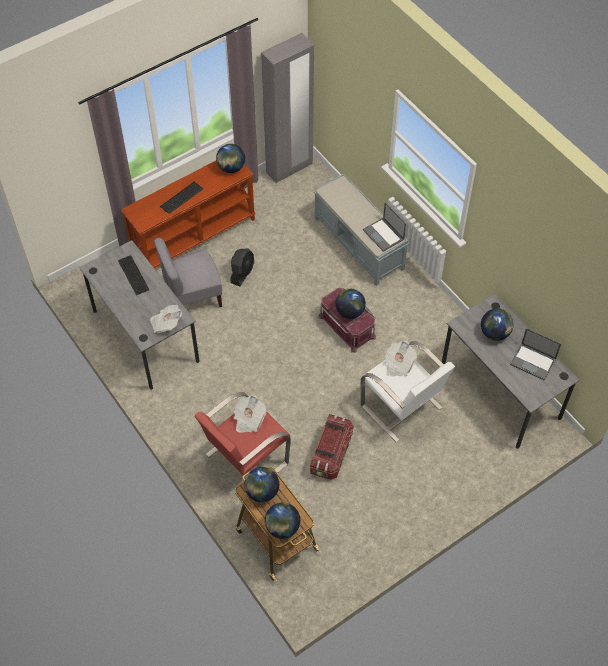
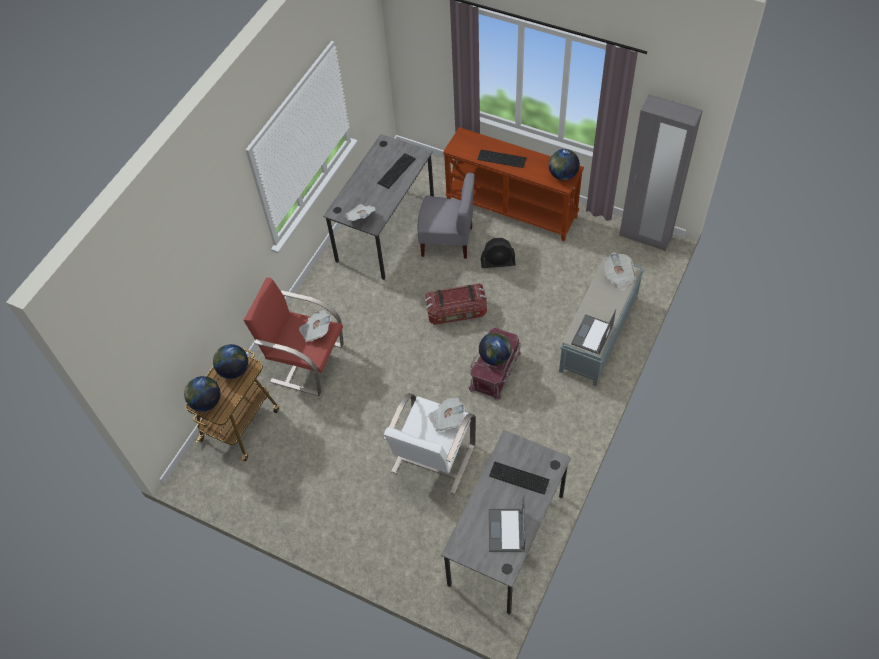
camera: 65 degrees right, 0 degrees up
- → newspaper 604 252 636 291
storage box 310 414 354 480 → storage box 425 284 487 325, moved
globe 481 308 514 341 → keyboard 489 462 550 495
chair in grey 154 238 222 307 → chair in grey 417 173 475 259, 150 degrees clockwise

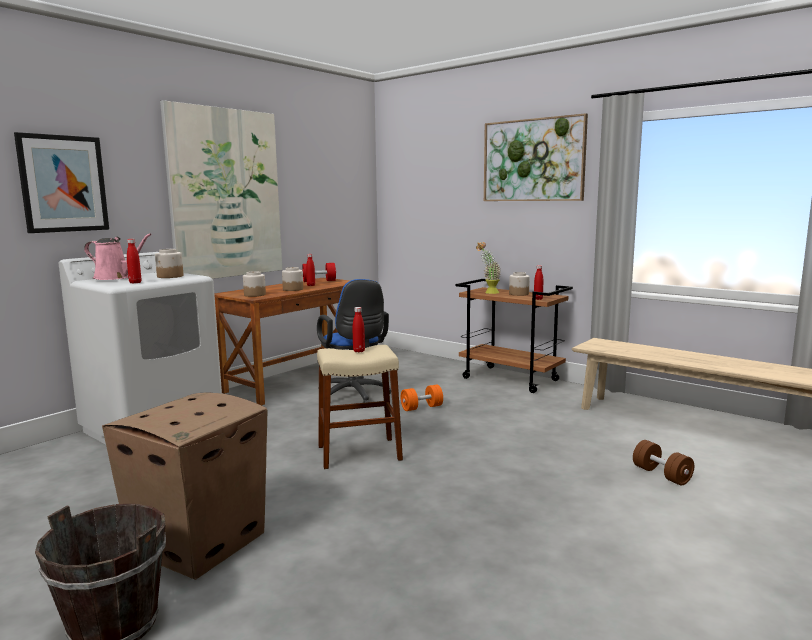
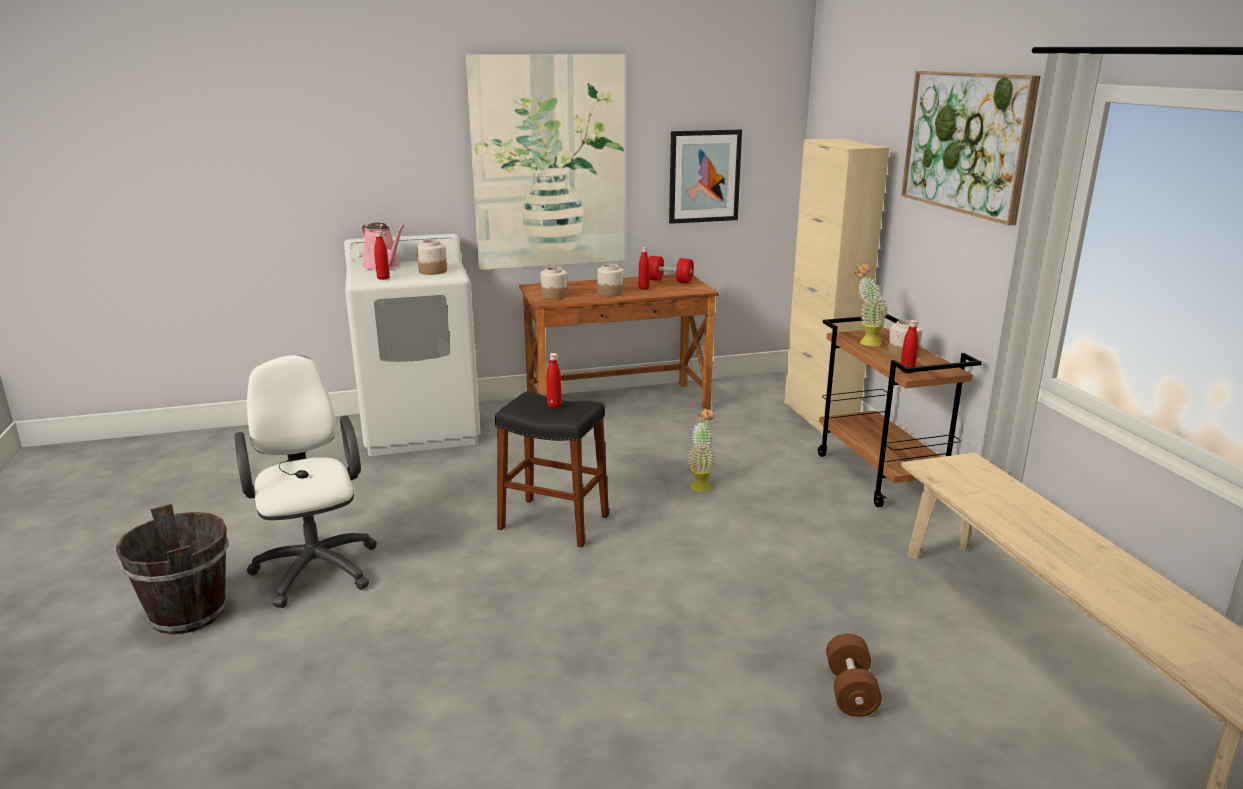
camera: 35 degrees right, 10 degrees up
office chair in blue 317 279 391 403 → -
- → cabinet in beige 784 139 889 435
picture 14 132 109 233 → picture 669 129 742 224, moved
cardboard box 102 393 268 580 → office chair in white 234 355 377 608
dumbbell in orange 401 384 443 411 → potted plant 688 408 715 492
stool in beige 317 345 403 469 → stool in black 495 391 609 547

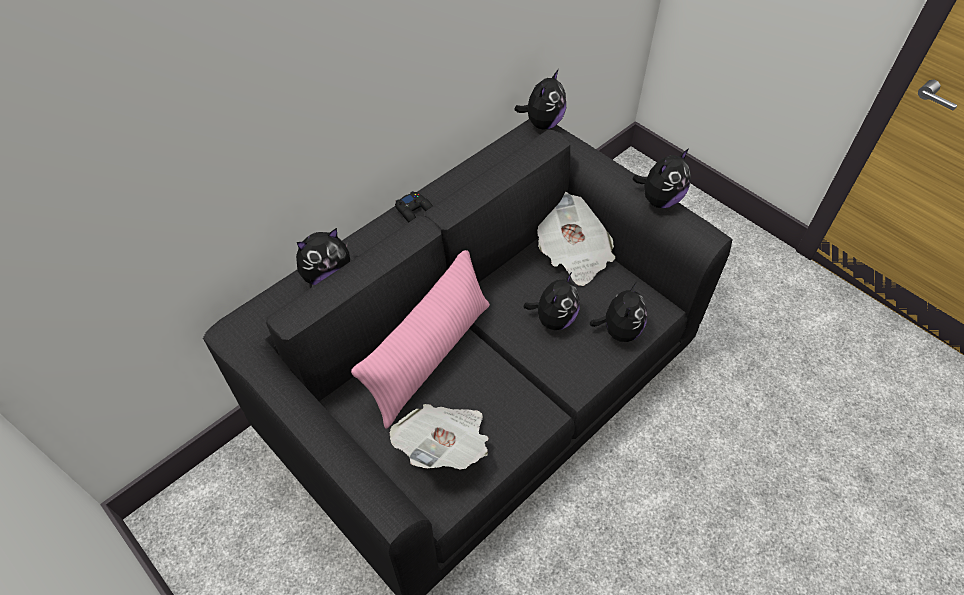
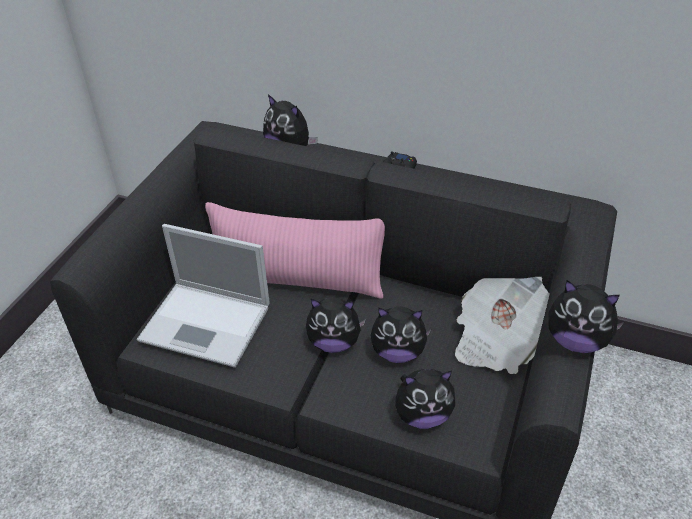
camera: 65 degrees right, 10 degrees down
plush toy 514 69 566 130 → plush toy 306 297 366 353, moved
newspaper 390 404 489 470 → laptop 137 224 270 368

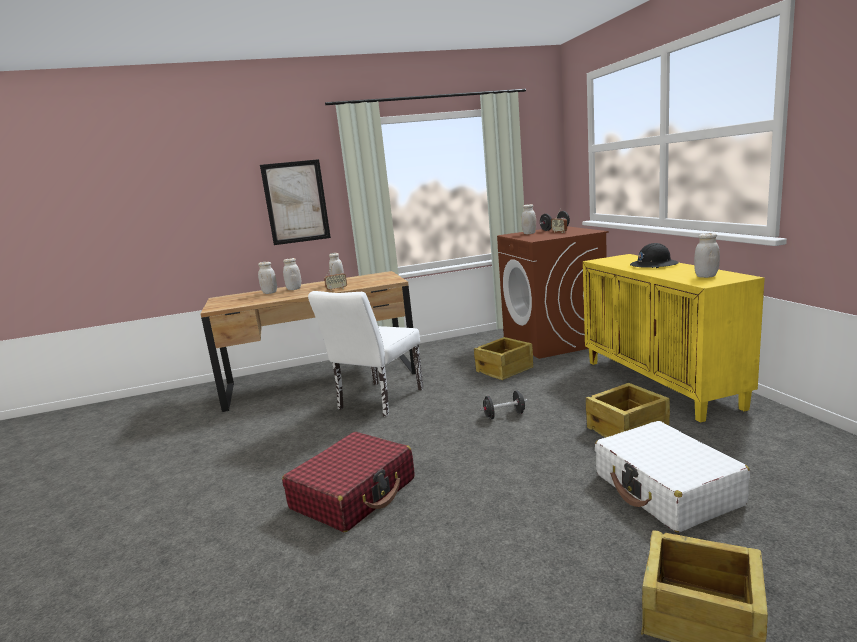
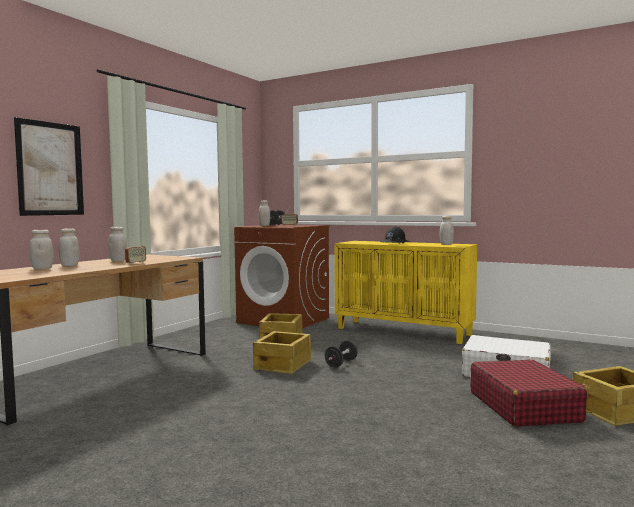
camera: 45 degrees left, 10 degrees down
chair in white 308 291 424 417 → -
suitcase in red 282 432 415 532 → suitcase in red 470 359 588 427, moved
crate 586 383 670 438 → crate 253 331 311 374, moved

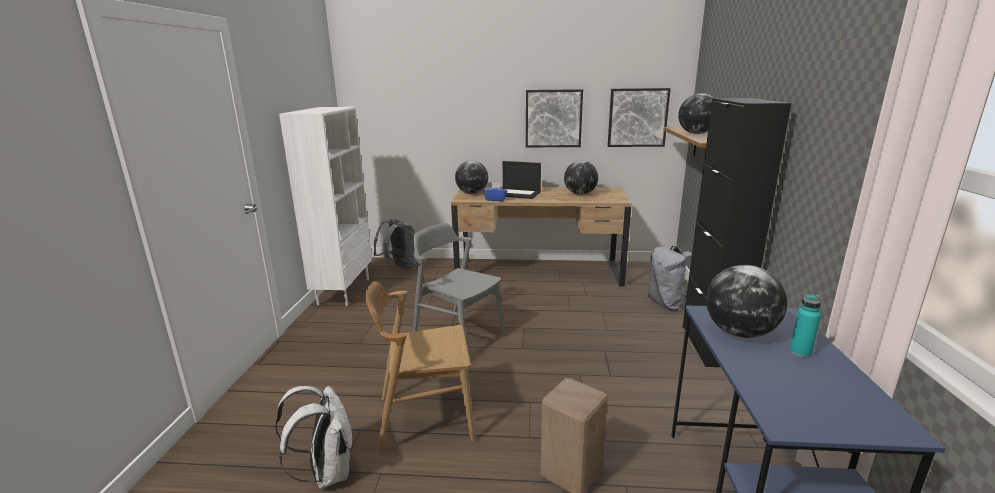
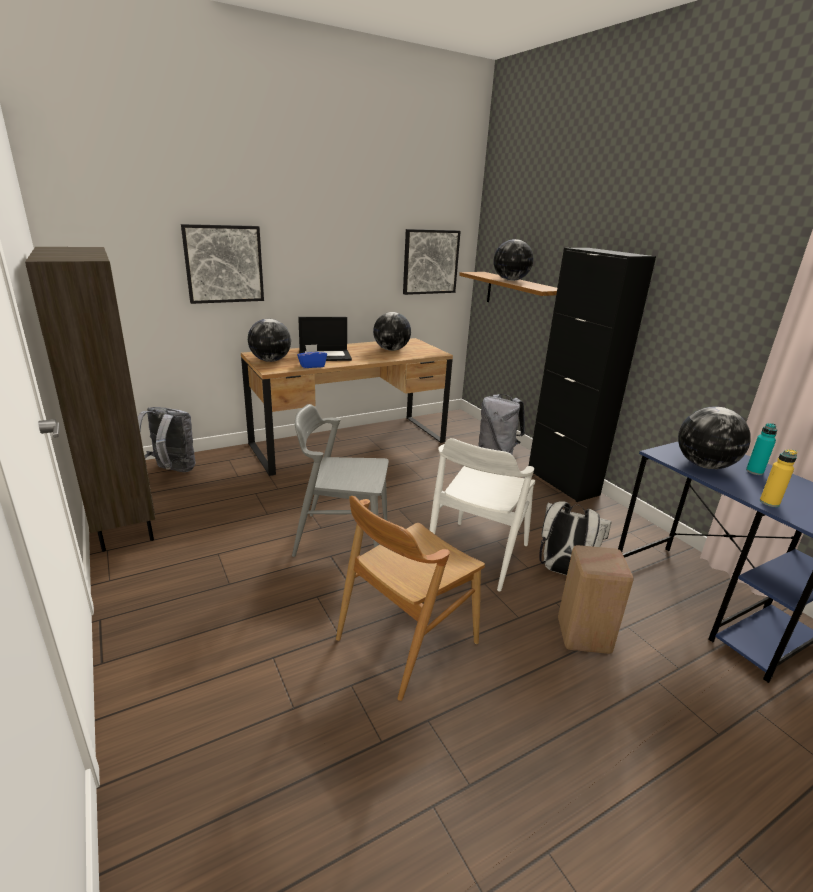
camera: 35 degrees left, 5 degrees up
- → chair in white 430 438 535 592
- → bottle in yellow 760 449 798 507
backpack in white 275 386 352 489 → backpack in white 539 502 612 575, moved
picture 526 89 583 147 → picture 181 224 264 304, moved
bookcase in white 279 107 372 306 → bookcase in brown 25 247 155 552

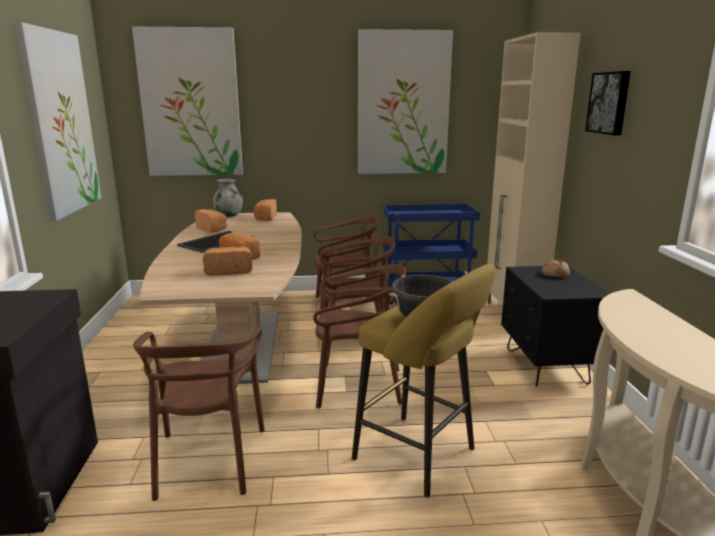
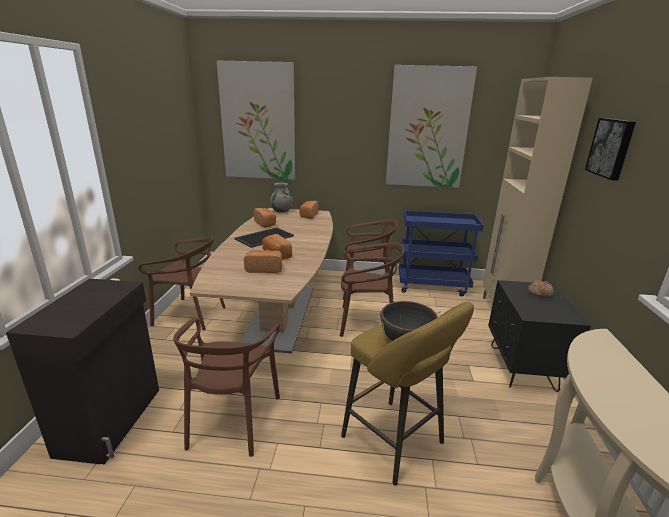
camera: 10 degrees right, 5 degrees up
picture 15 22 101 221 → -
chair in brown 313 264 406 408 → chair in brown 138 237 226 330, moved

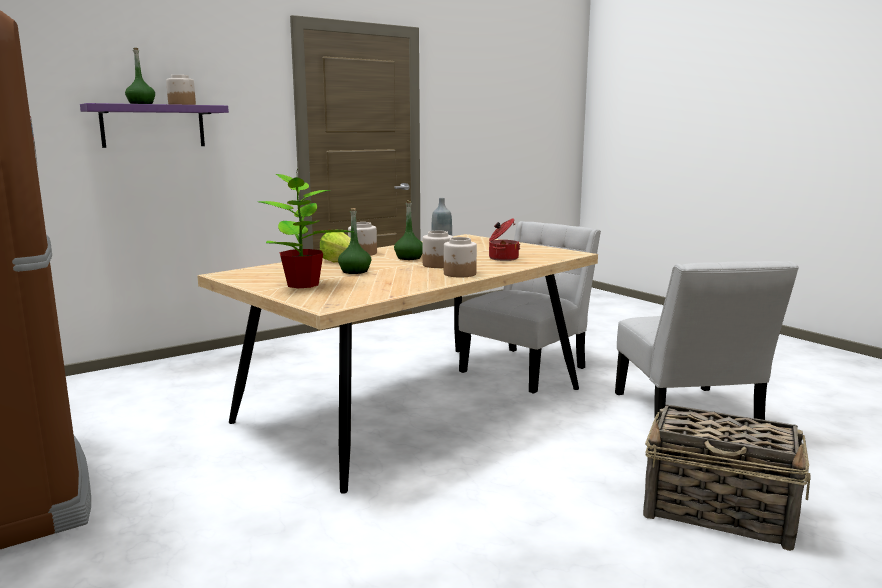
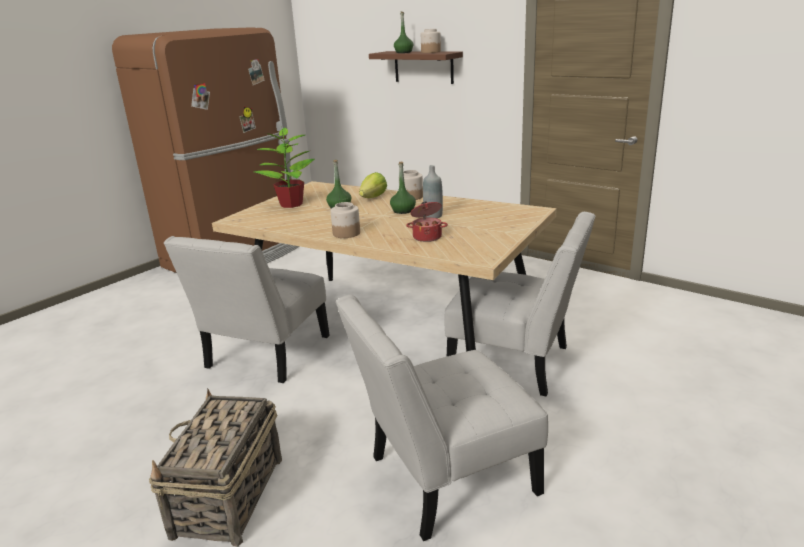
camera: 75 degrees right, 10 degrees up
jar 422 231 453 268 → -
- → chair in white 164 236 330 383
shelf in purple 80 103 229 148 → shelf in brown 369 51 463 84

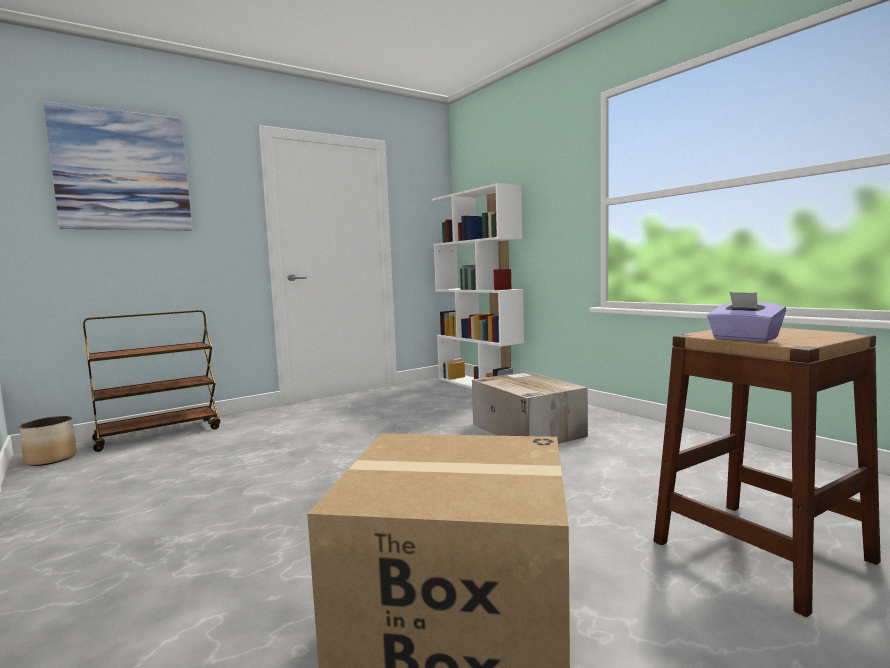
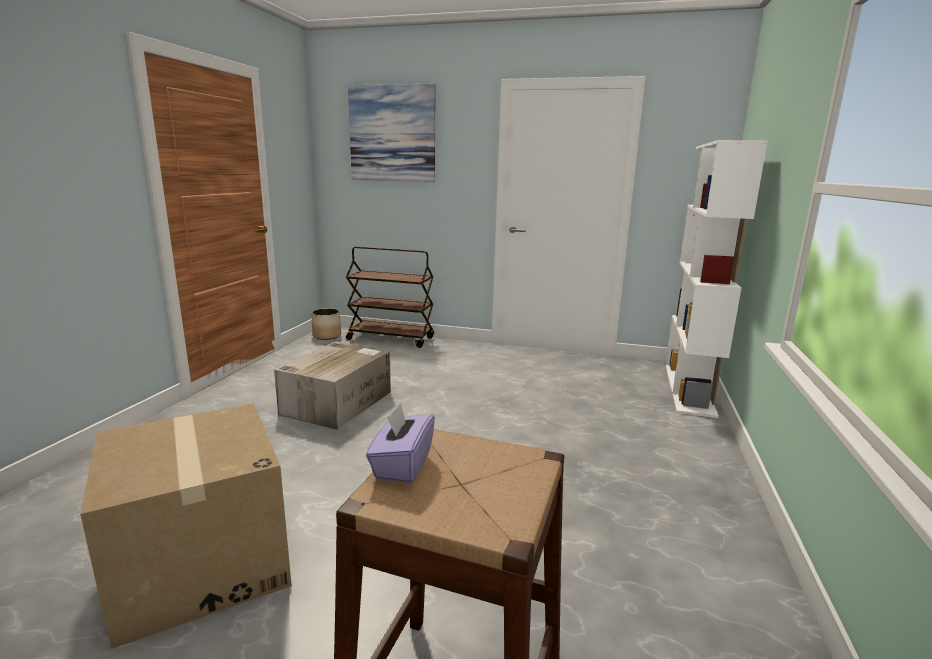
camera: 50 degrees right, 10 degrees up
cardboard box 472 371 588 444 → cardboard box 274 341 391 430, moved

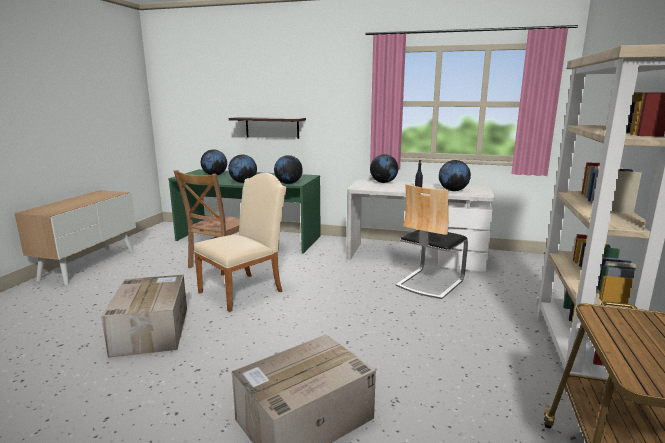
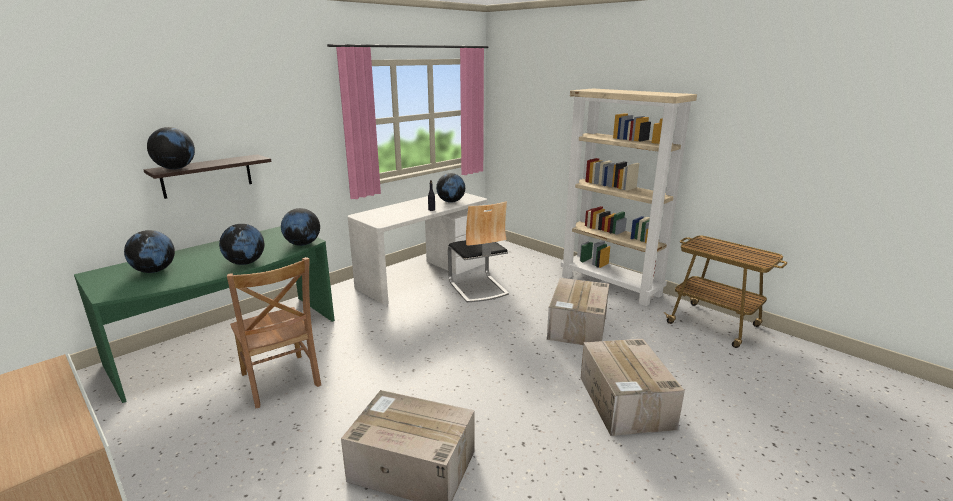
camera: 60 degrees left, 5 degrees up
chair in beige 194 173 287 312 → -
- → cardboard box 547 278 609 345
globe 370 154 398 183 → globe 147 127 195 169, moved

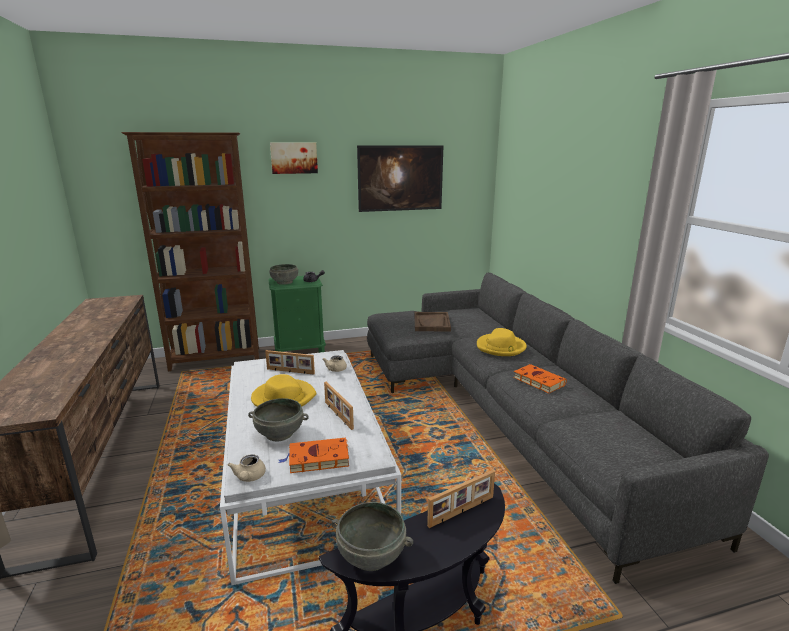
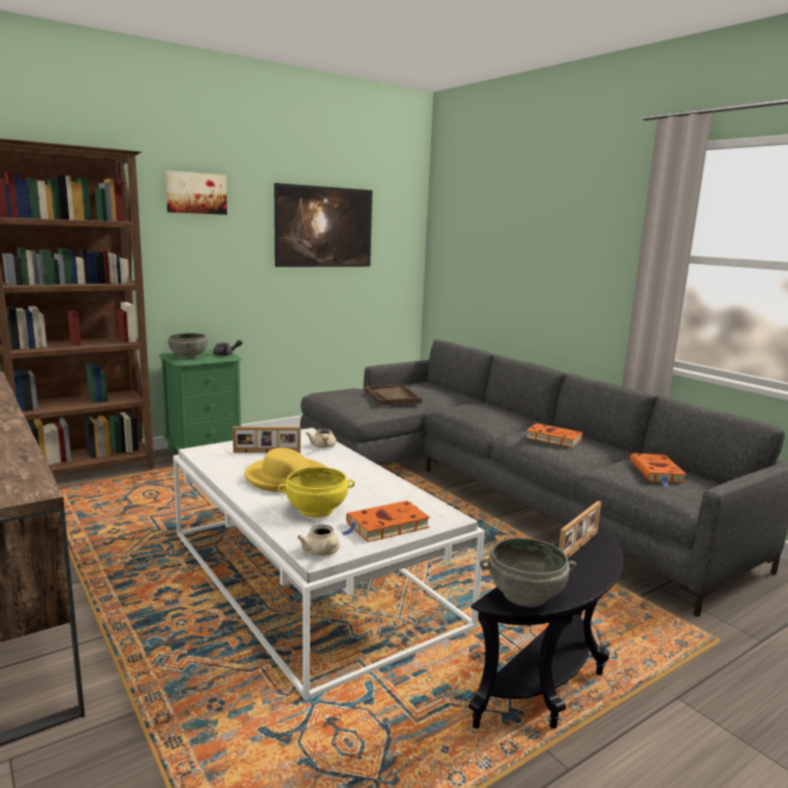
camera: 20 degrees left, 5 degrees down
picture frame 324 381 354 430 → -
hat in yellow 477 328 527 356 → -
- → book in orange 630 453 686 487
bowl in grey 248 398 309 441 → bowl in yellow 278 467 355 517

